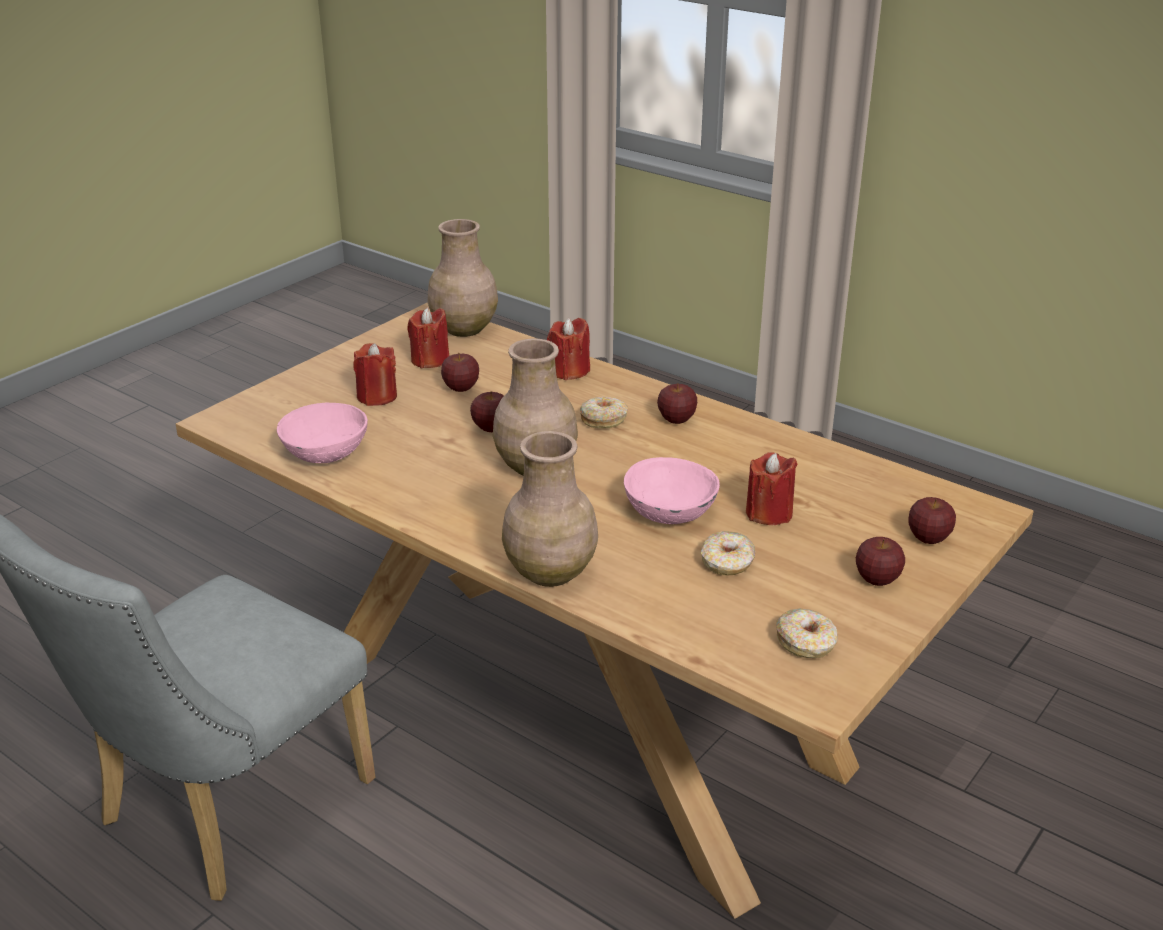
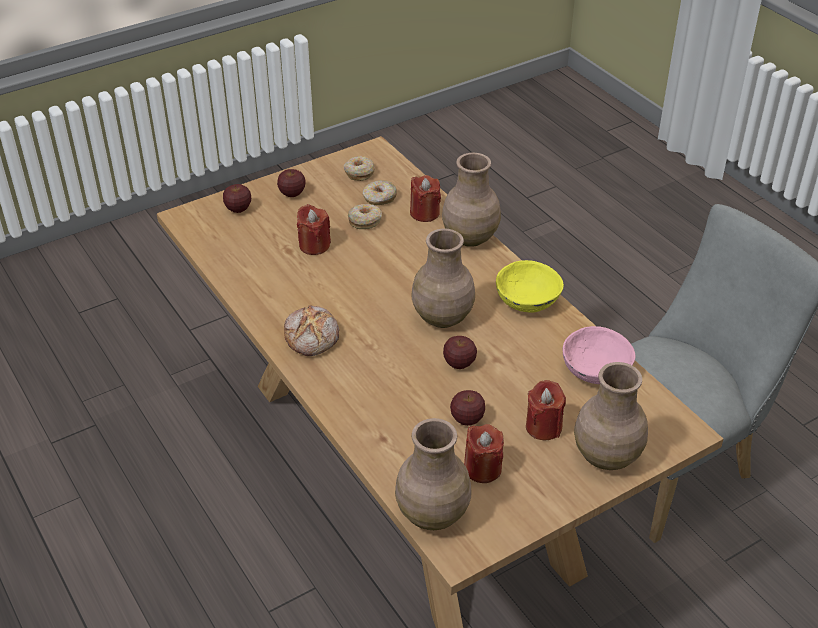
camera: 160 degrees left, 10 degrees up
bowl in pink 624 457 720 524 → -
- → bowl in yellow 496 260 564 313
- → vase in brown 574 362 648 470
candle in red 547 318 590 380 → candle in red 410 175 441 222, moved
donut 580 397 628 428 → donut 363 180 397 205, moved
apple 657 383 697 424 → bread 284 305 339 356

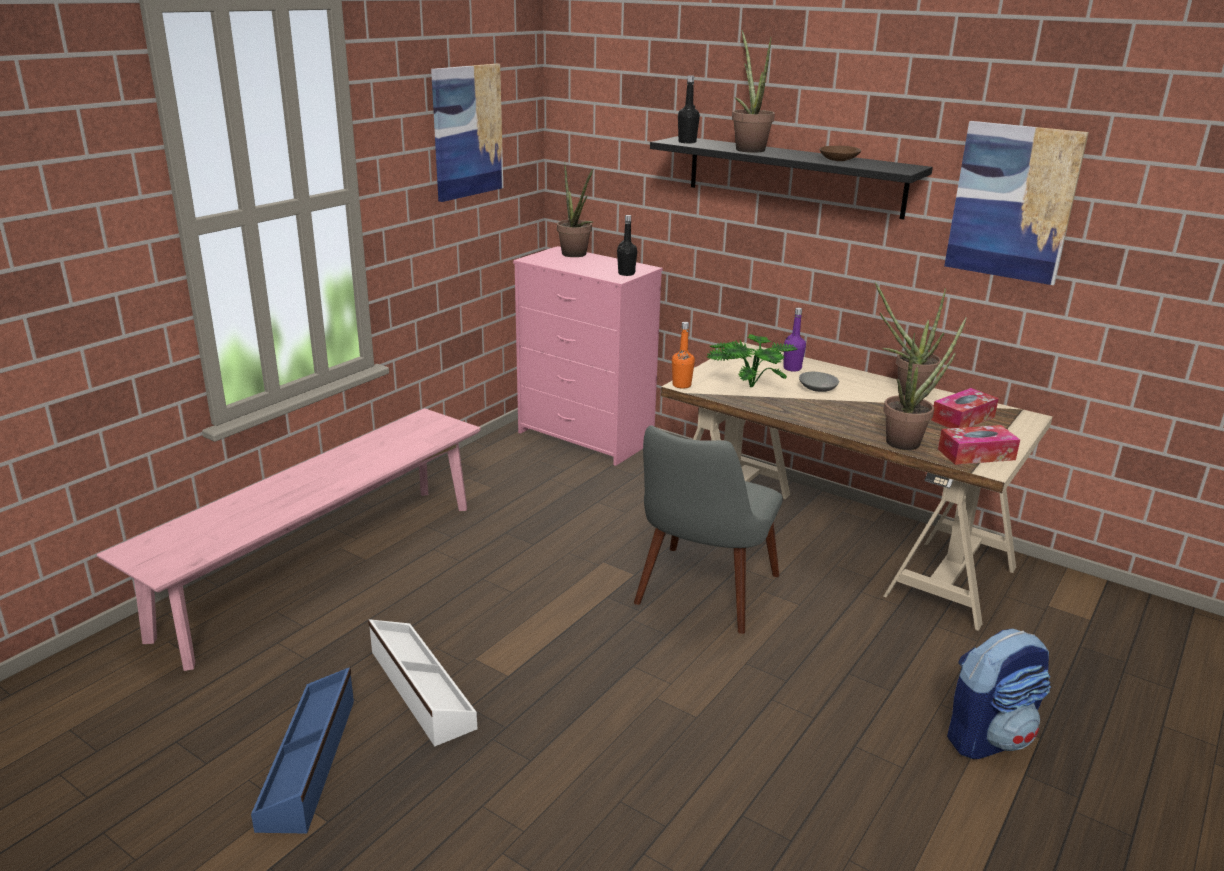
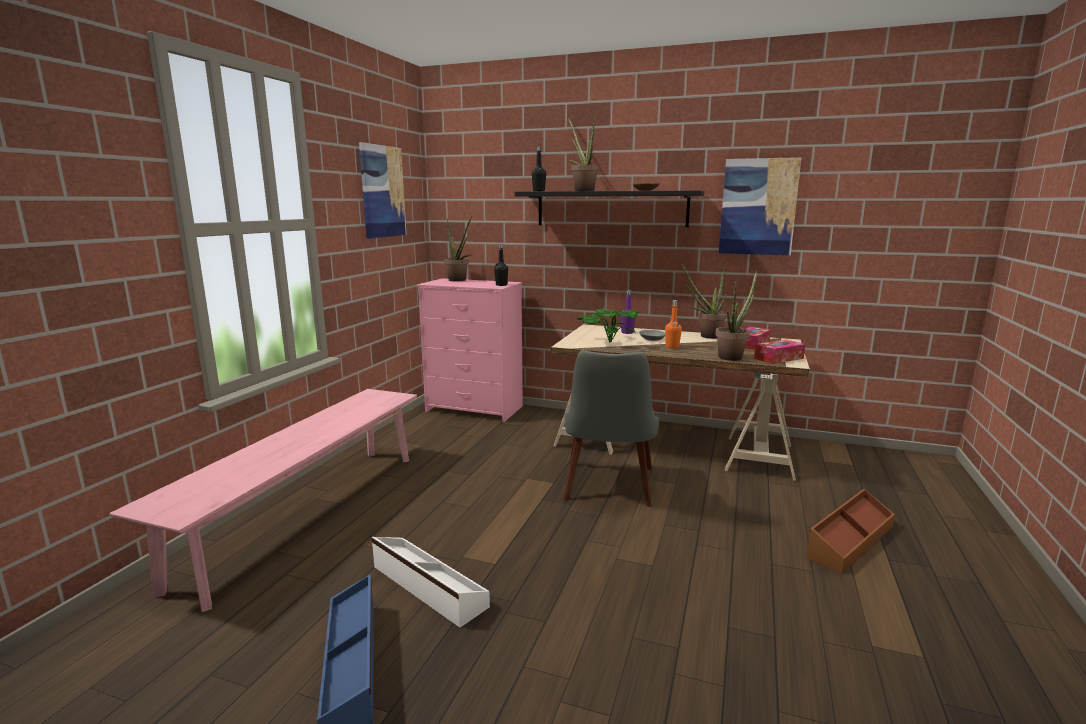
camera: 15 degrees left, 10 degrees down
bottle in orange 672 322 695 389 → bottle in orange 665 300 682 349, moved
backpack 947 629 1051 759 → storage box in brown 807 489 895 574

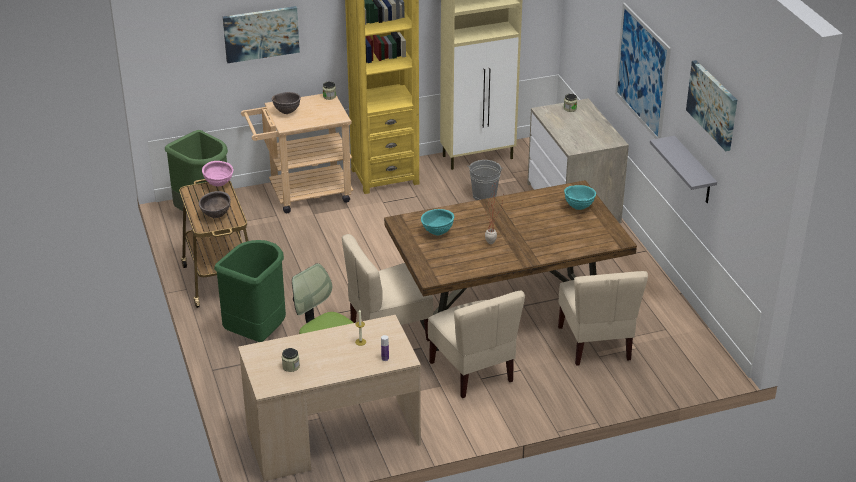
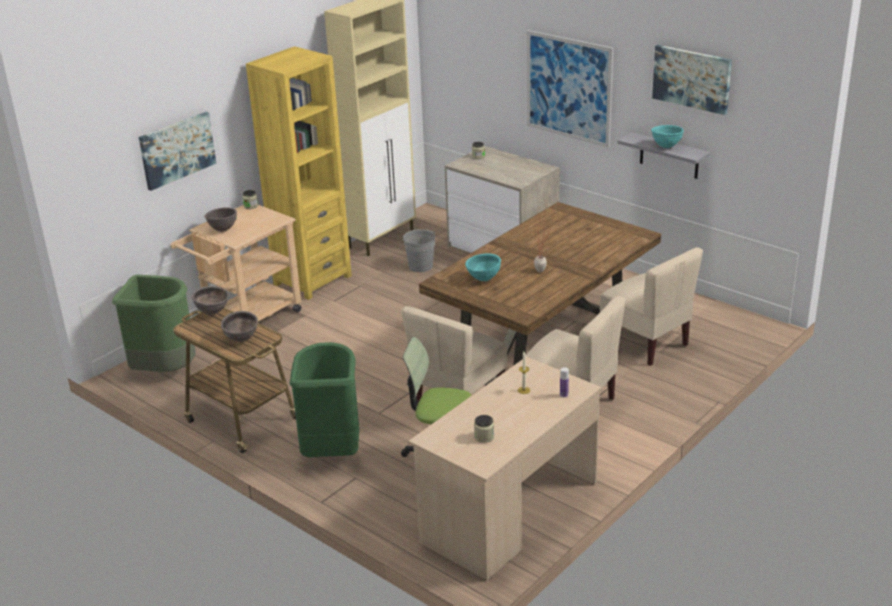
camera: 30 degrees left, 5 degrees down
bowl in turquoise 564 185 596 210 → bowl in turquoise 651 125 684 148, moved
bowl in pink 202 161 234 186 → bowl in brown 192 286 229 315

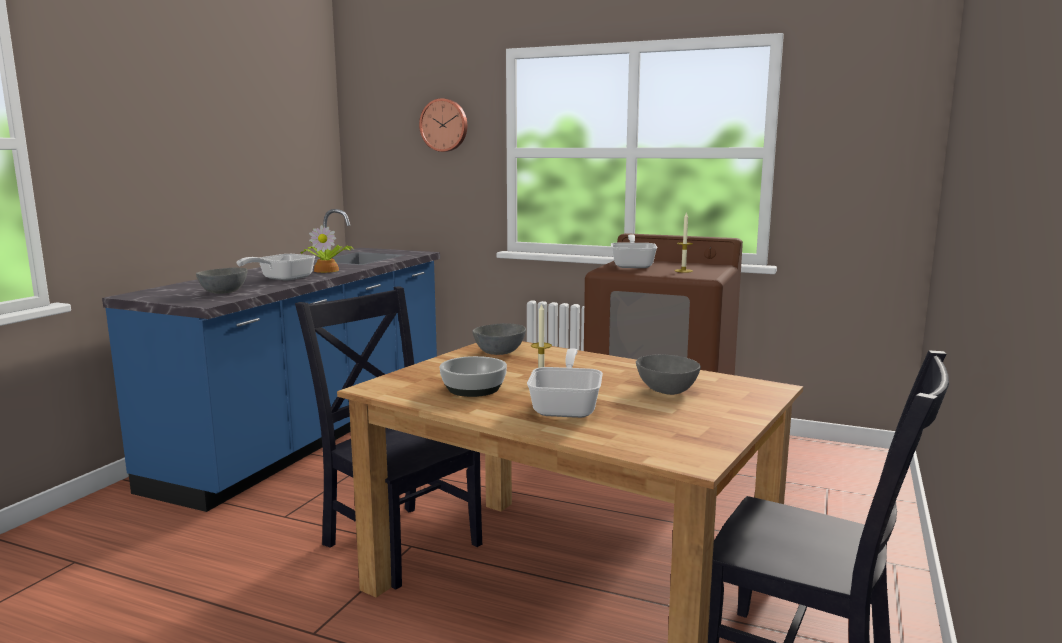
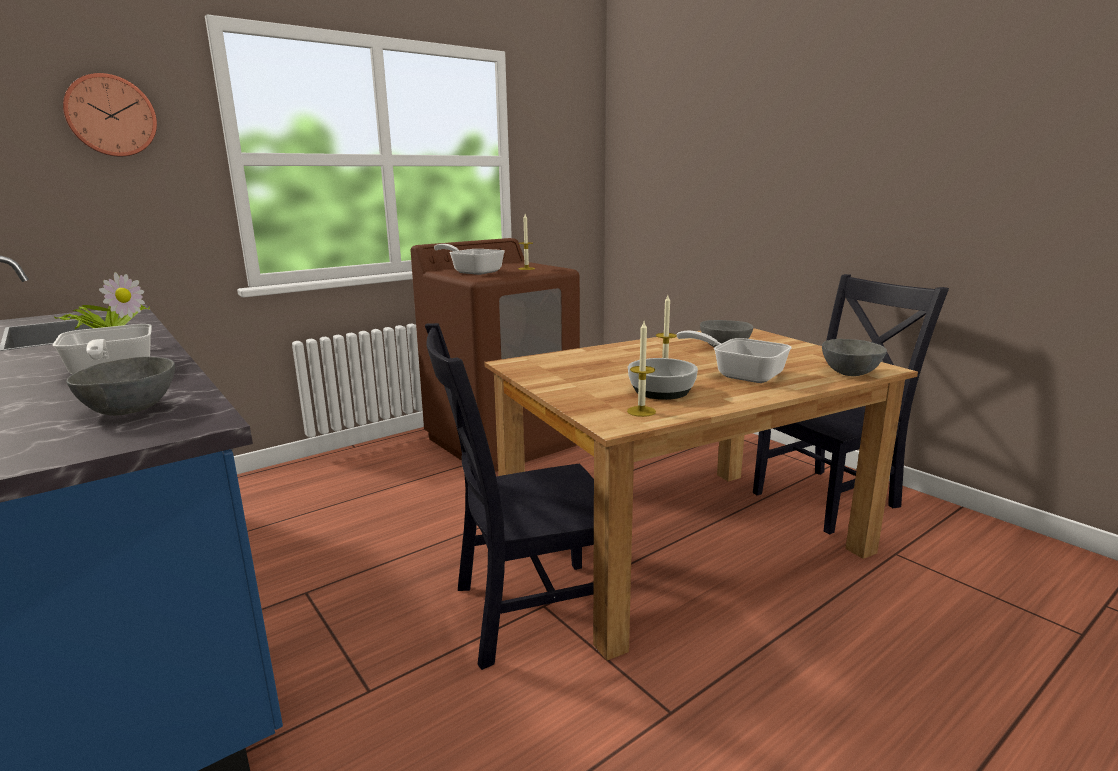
camera: 60 degrees left, 5 degrees up
- → candle 627 321 656 417
bowl in grey 473 323 526 355 → bowl in grey 822 339 887 376, moved

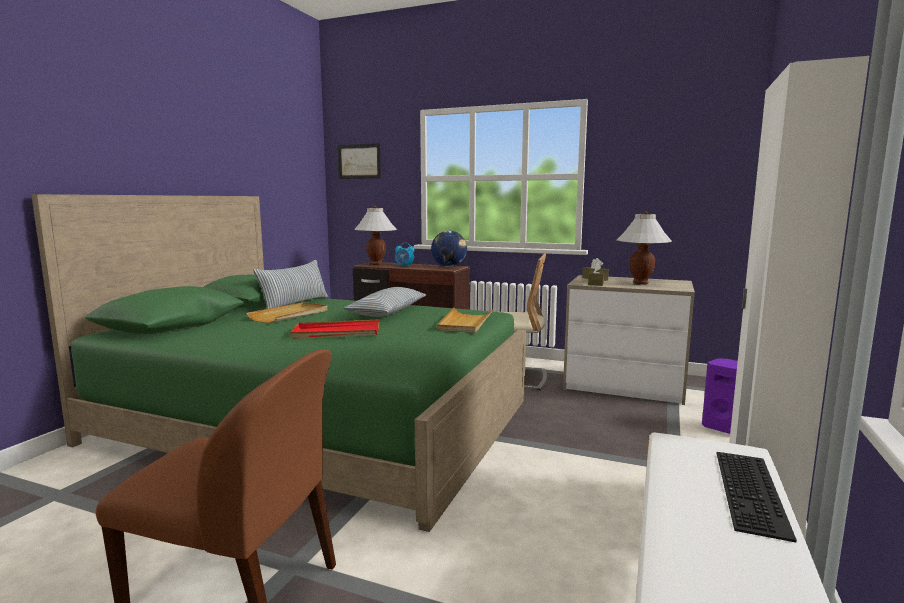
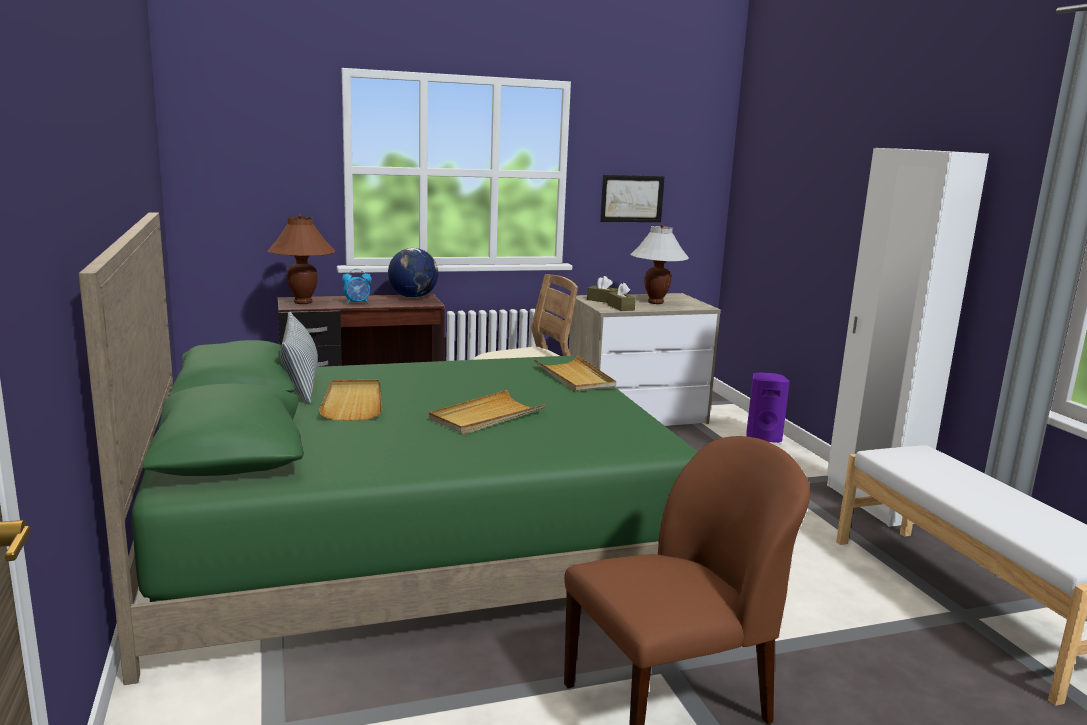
camera: 40 degrees left, 5 degrees up
pillow 344 287 426 317 → -
keyboard 717 452 797 543 → -
picture 337 143 381 179 → picture 600 175 665 222, moved
tray in red 290 319 379 339 → tray in beige 429 390 546 435
table lamp in white 354 206 397 265 → table lamp in brown 267 215 335 304

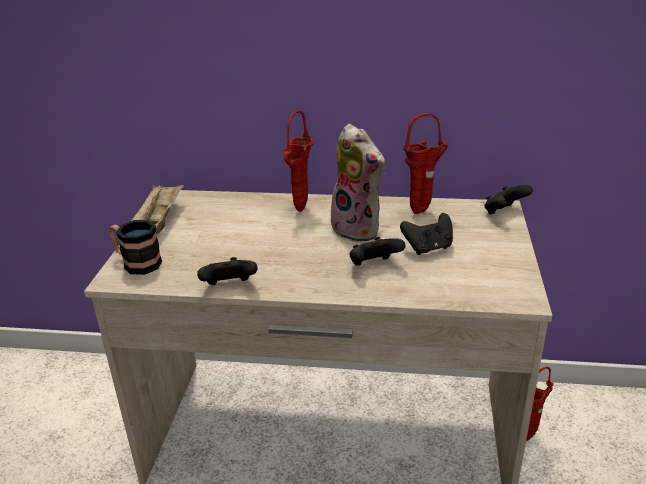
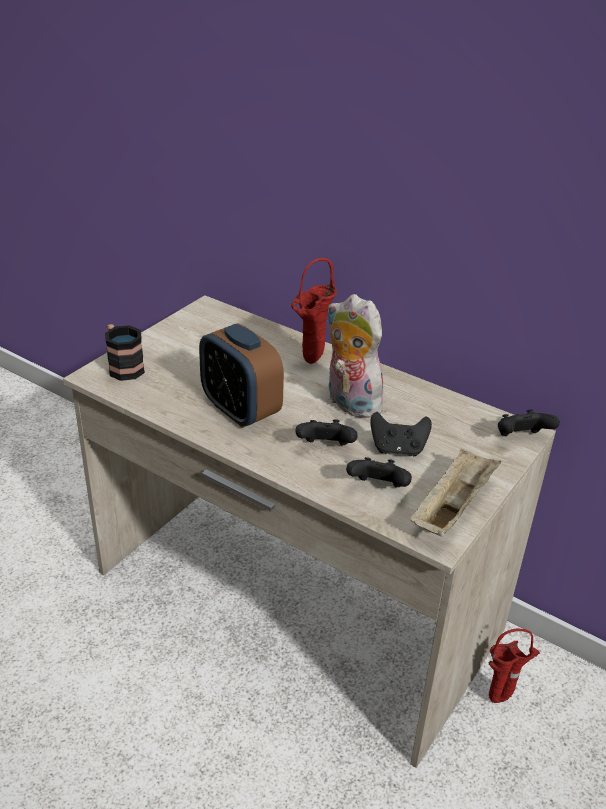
camera: 25 degrees right, 5 degrees up
vase in red 403 113 448 214 → -
- → alarm clock 199 323 284 428
tray in beige 131 184 184 234 → tray in beige 410 448 501 537, moved
game controller in black 197 257 257 285 → game controller in black 346 457 412 487, moved
plush toy 325 124 385 242 → plush toy 327 294 388 419, 150 degrees clockwise

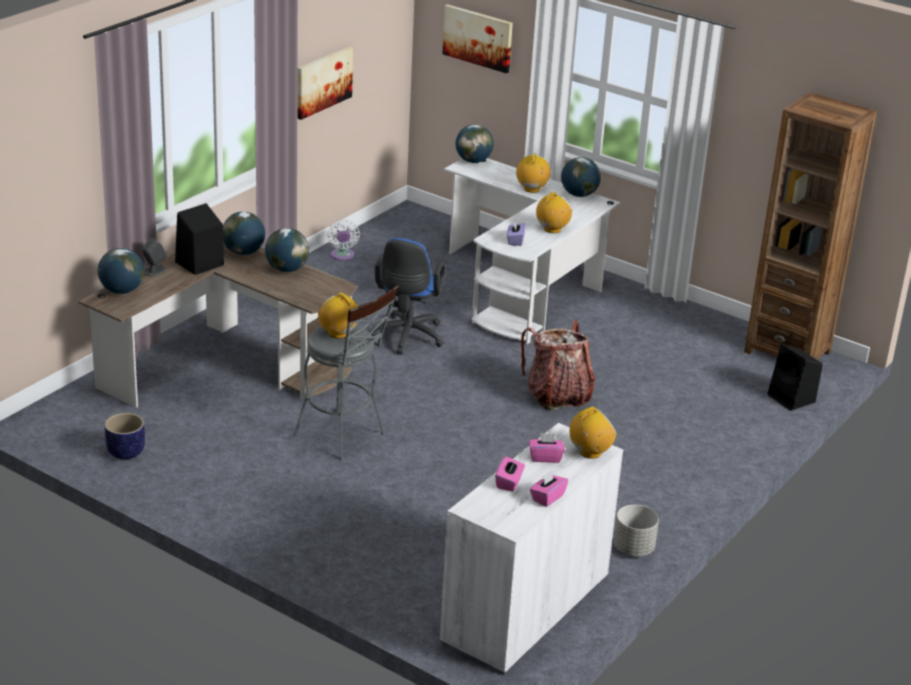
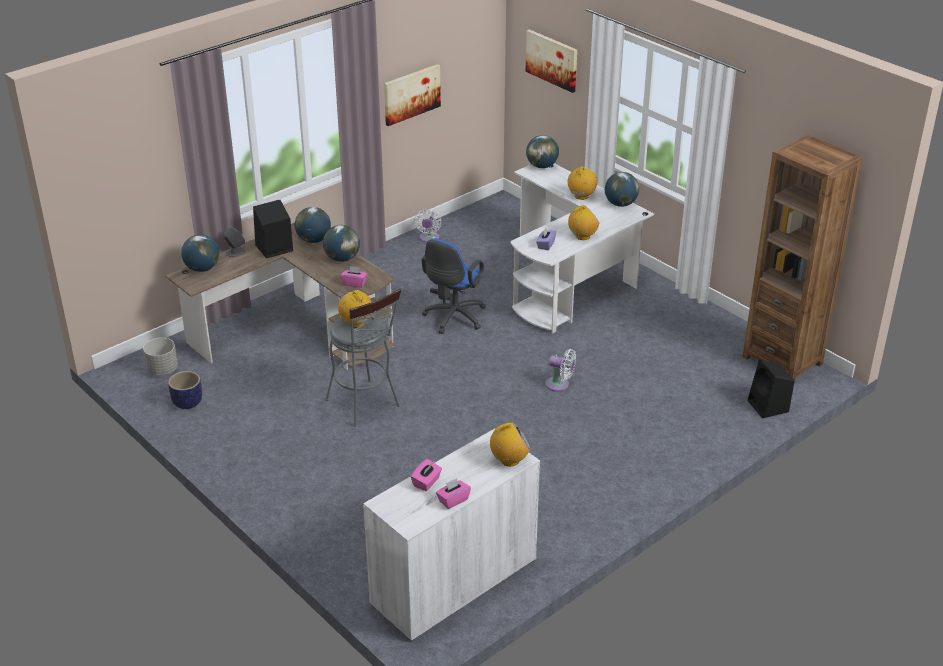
camera: 15 degrees right, 5 degrees up
tissue box in pink 529 433 565 463 → tissue box in pink 341 266 367 288, moved
planter in grey 614 505 659 556 → planter in grey 143 338 178 376, moved
backpack 521 320 595 411 → fan in white 545 349 576 392

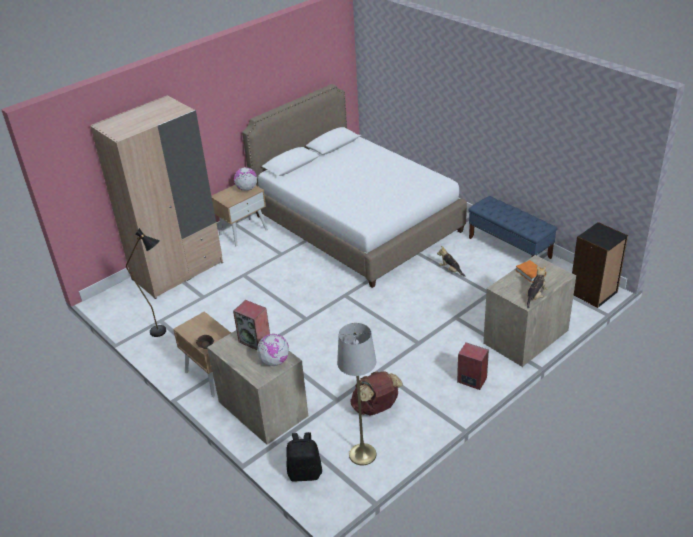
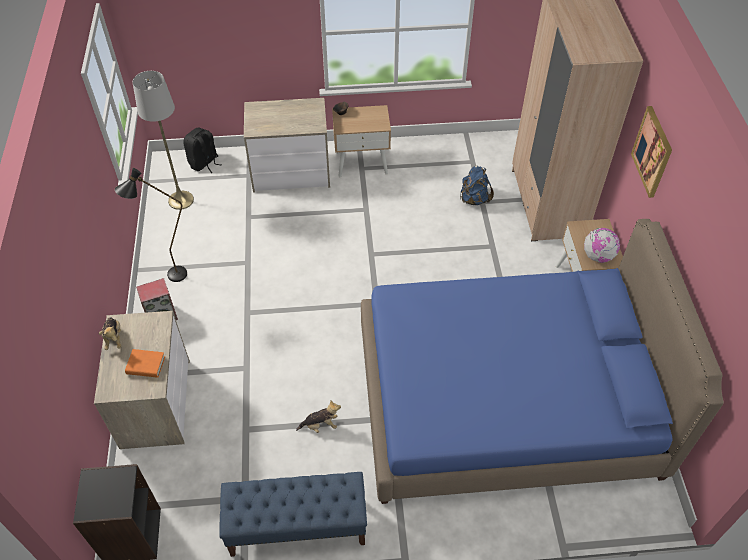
camera: 125 degrees right, 15 degrees up
speaker 233 300 270 350 → -
globe 257 334 289 366 → -
backpack in brown 351 371 403 416 → -
- → backpack in blue 460 166 494 205
- → picture 631 106 672 198
floor lamp in black 126 228 166 337 → floor lamp in black 115 168 187 282, moved
bed in white 242 84 467 288 → bed in blue 361 219 724 504

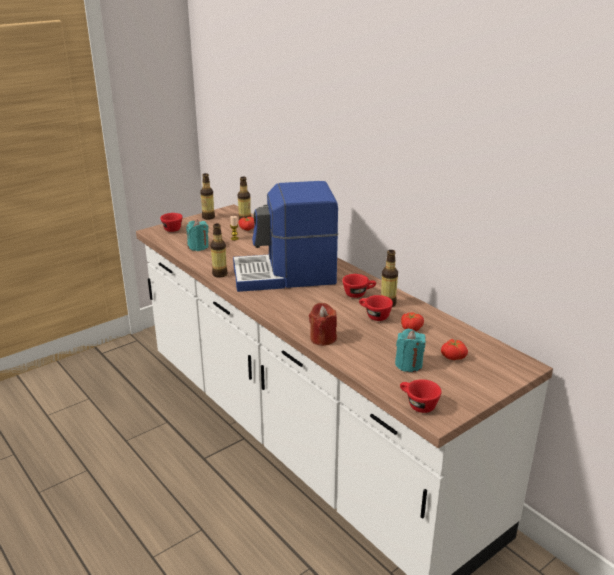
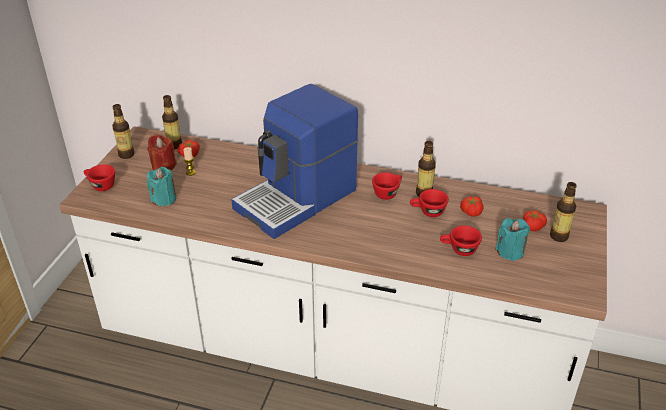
camera: 35 degrees left, 10 degrees up
bottle 211 224 228 278 → bottle 550 182 577 242, moved
candle in red 309 303 337 346 → candle in red 147 134 177 170, moved
cup in red 400 379 441 413 → cup in red 440 226 482 256, moved

